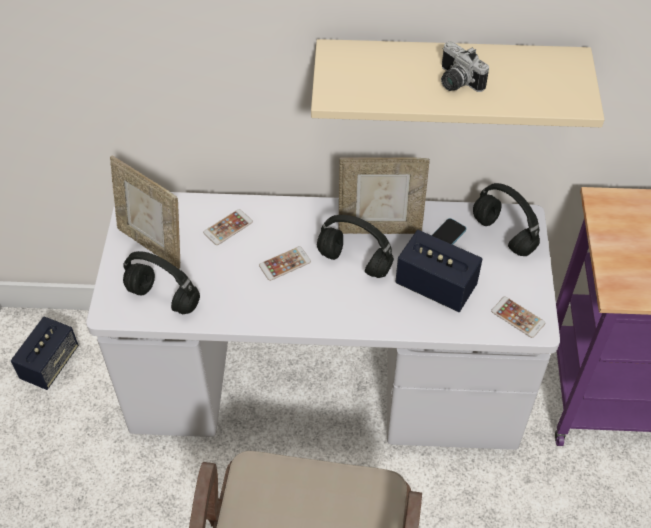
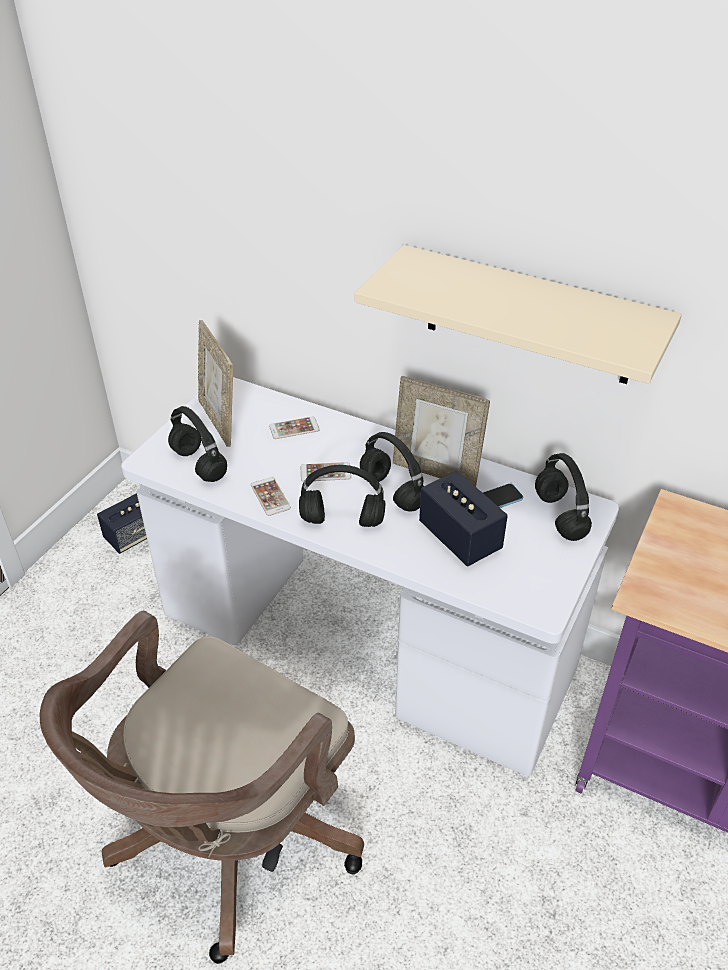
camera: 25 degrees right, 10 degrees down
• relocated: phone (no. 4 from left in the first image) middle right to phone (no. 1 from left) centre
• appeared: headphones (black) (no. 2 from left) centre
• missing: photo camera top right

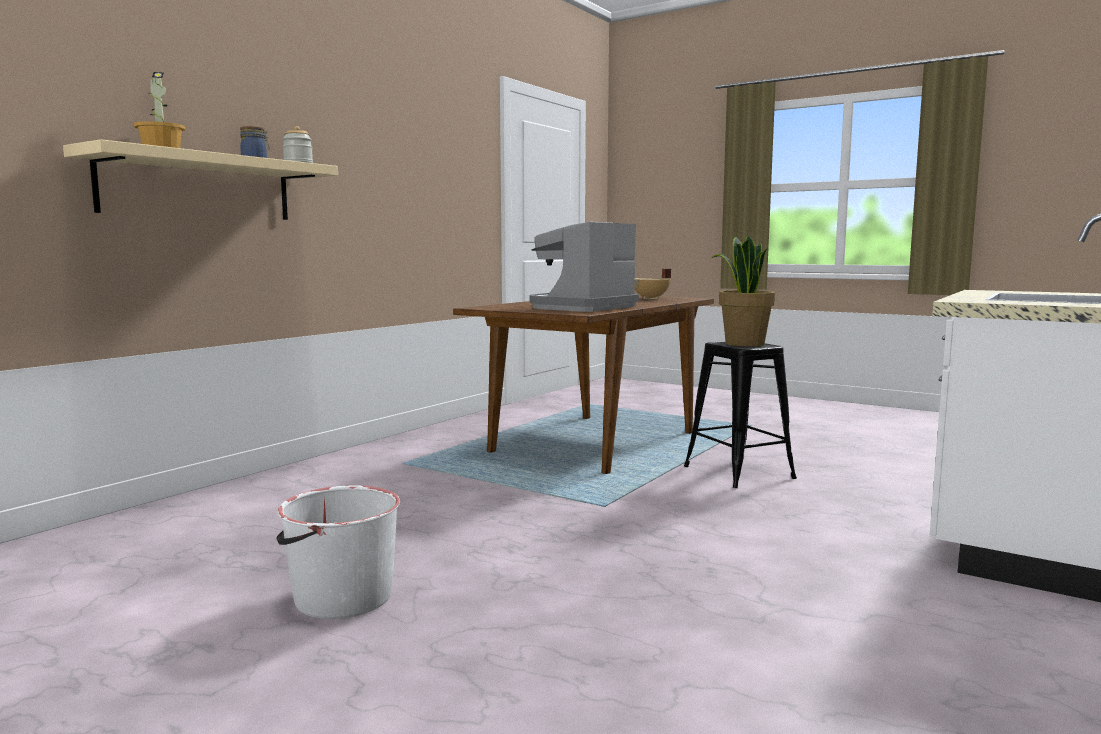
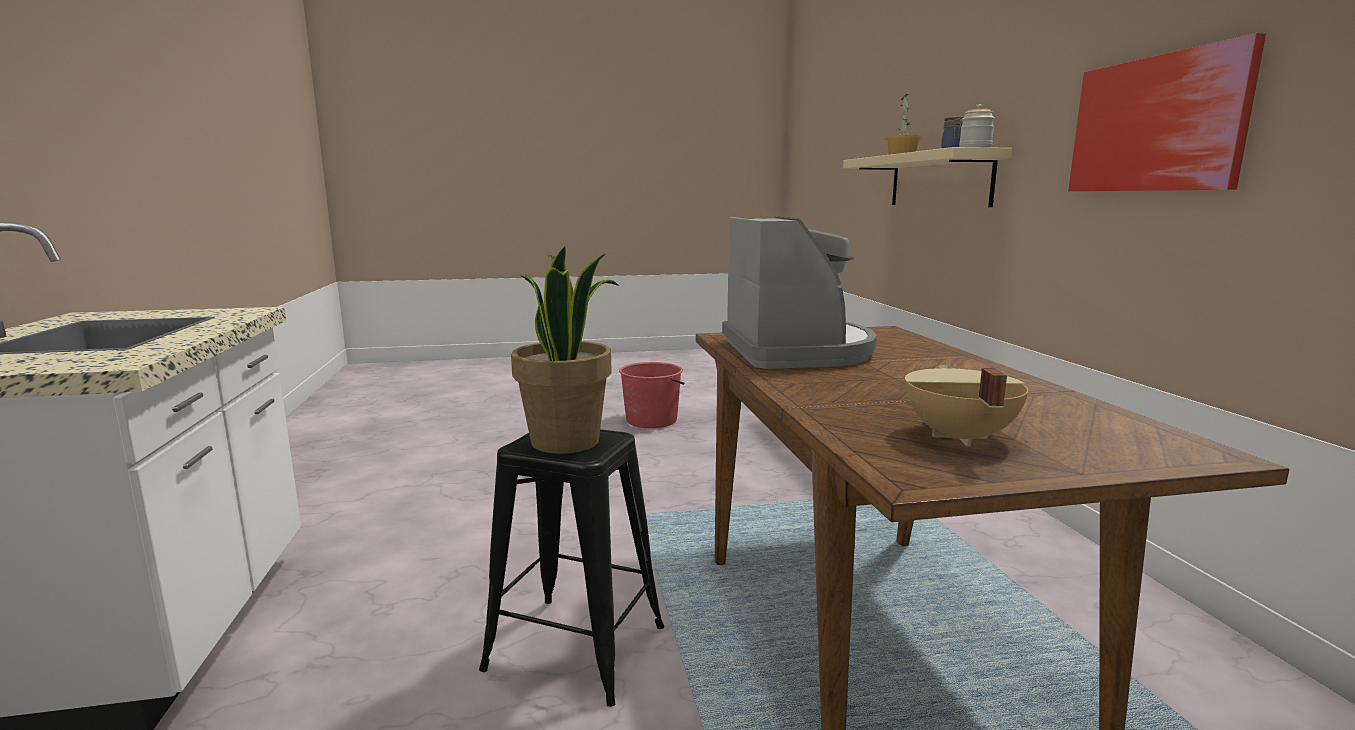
camera: 135 degrees right, 5 degrees up
• colour: bucket (white) bottom left to bucket (red) centre
• appeared: picture top right

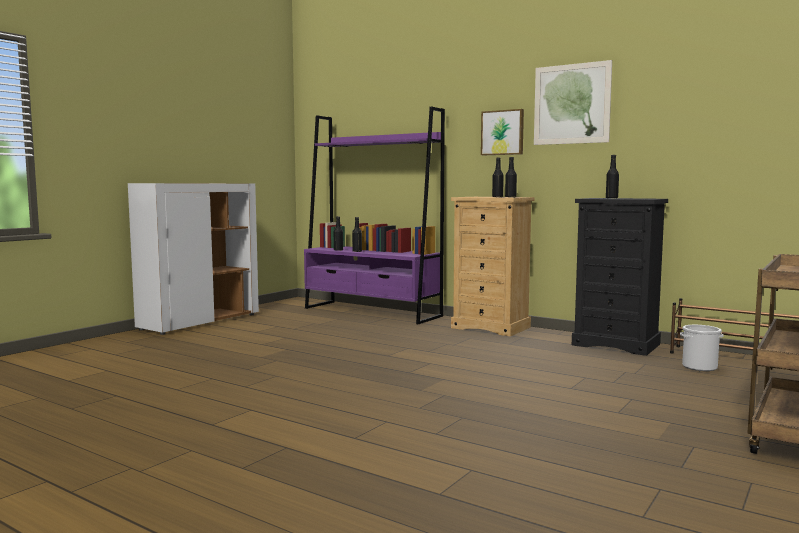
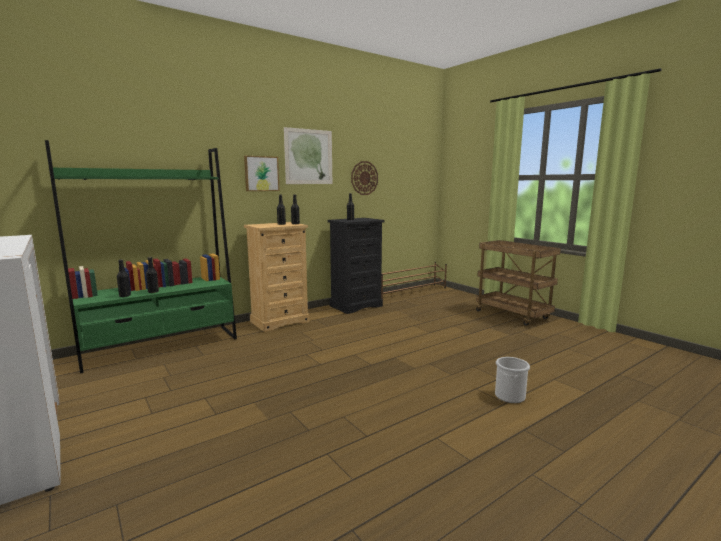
camera: 70 degrees left, 5 degrees up
• colour: bookcase (purple) centre to bookcase (green) middle left
• appeared: wall clock top centre
• relocated: bucket middle right to bottom right

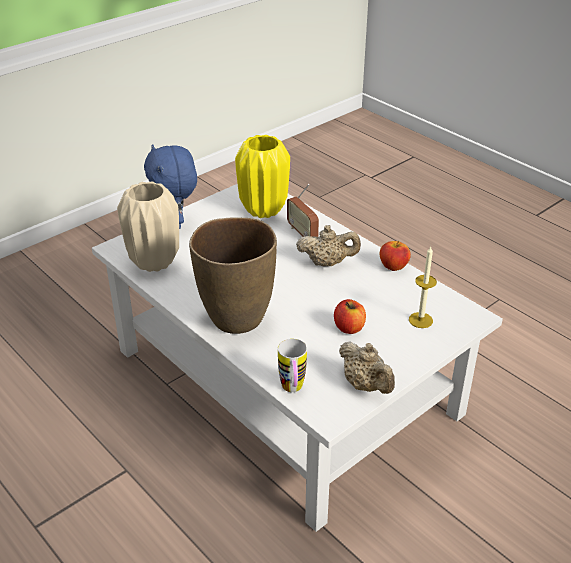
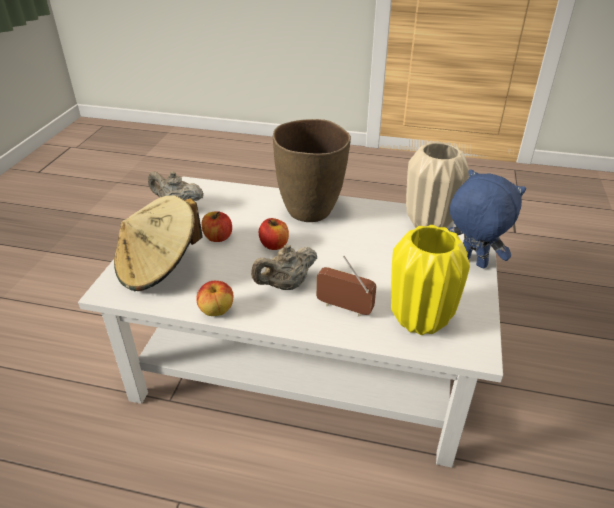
camera: 145 degrees right, 0 degrees up
• exchanged: candle middle right to hat (beige) middle left
• appeared: apple (no. 3 from left) centre
• missing: mug centre

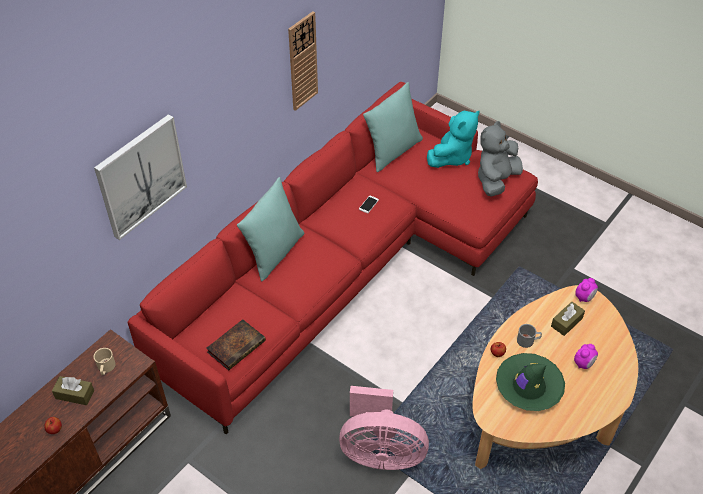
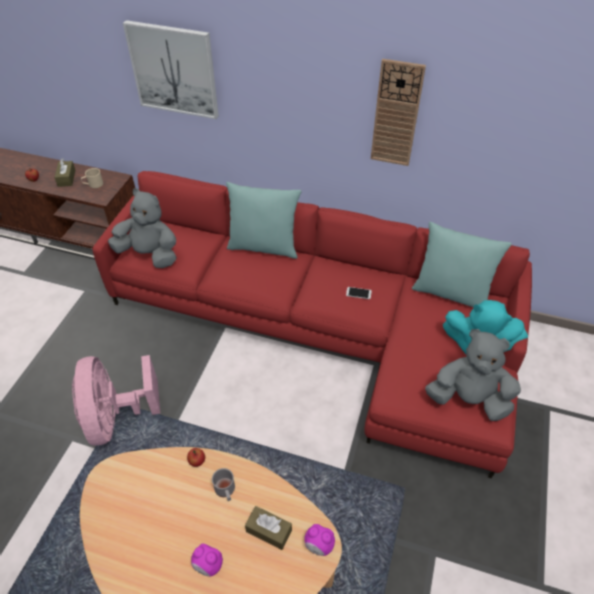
camera: 70 degrees right, 0 degrees up
• exchanged: book bottom centre to plush toy (grey) (no. 1 from left) middle left
• missing: hat (green) bottom right

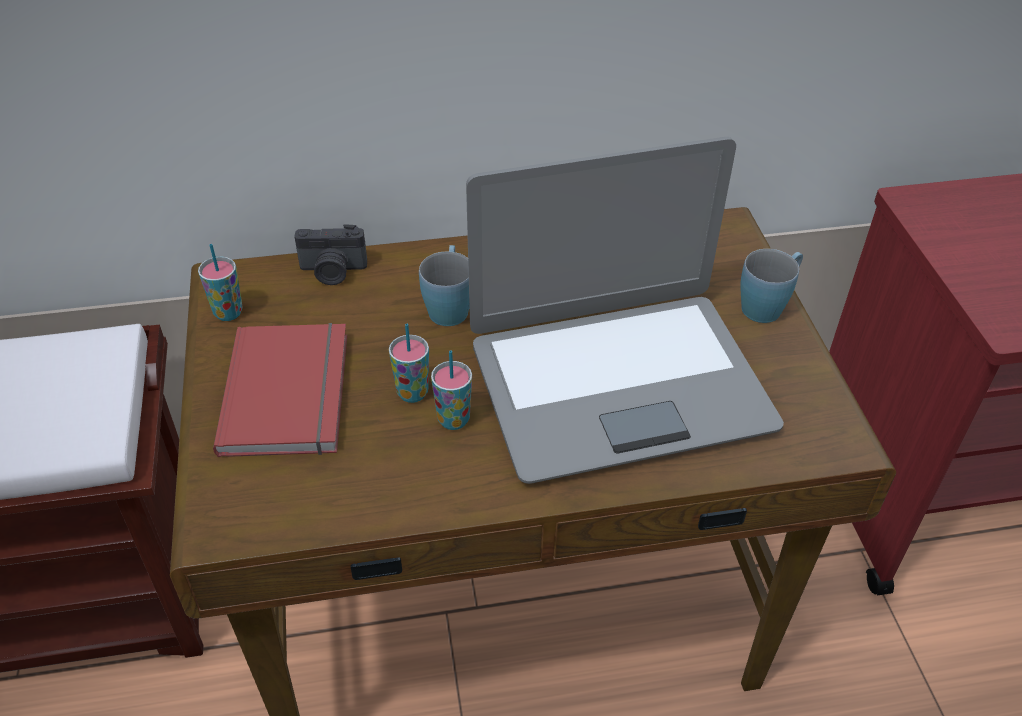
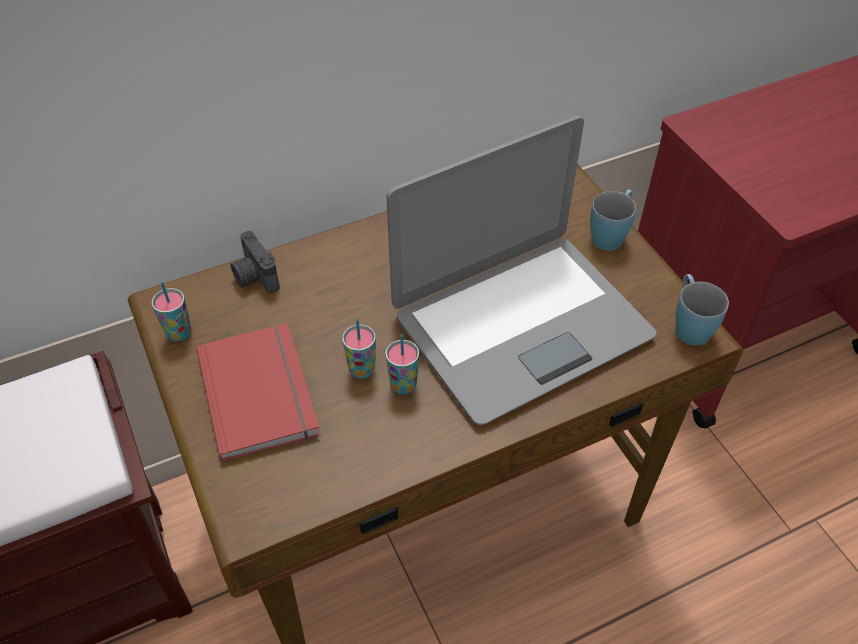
camera: 15 degrees left, 5 degrees up
• spun: photo camera middle left = middle left 75 degrees clockwise
• relocated: mug (blue) (no. 1 from left in the first image) centre to mug (blue) (no. 2 from left) middle right

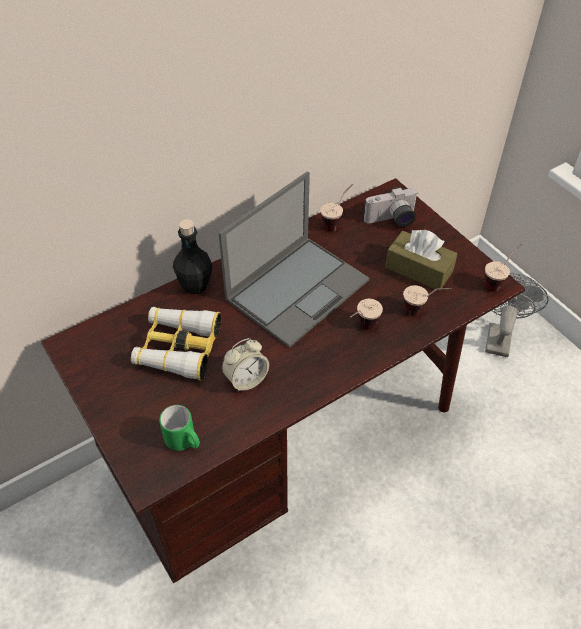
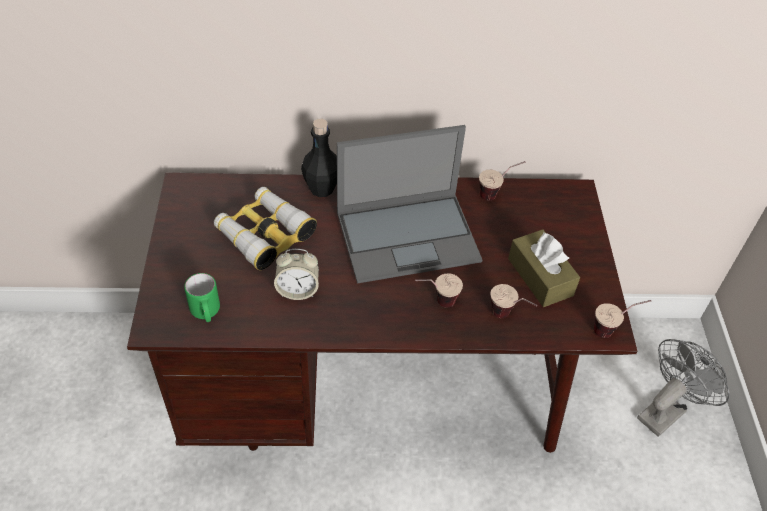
camera: 30 degrees right, 0 degrees up
• missing: photo camera top right

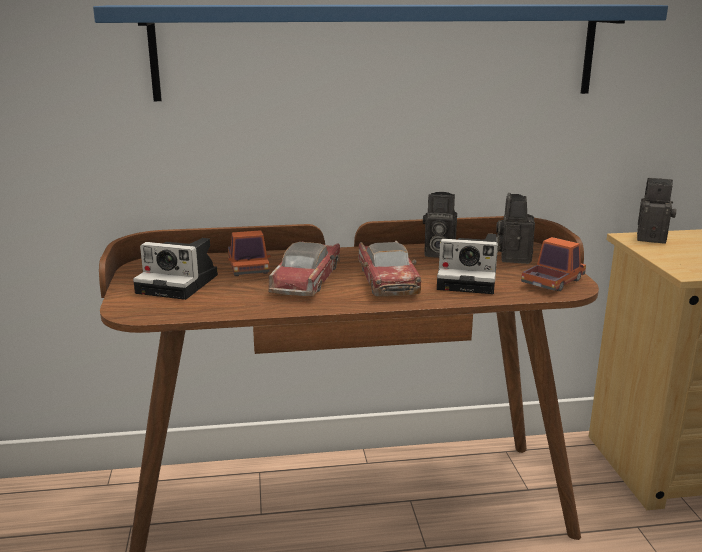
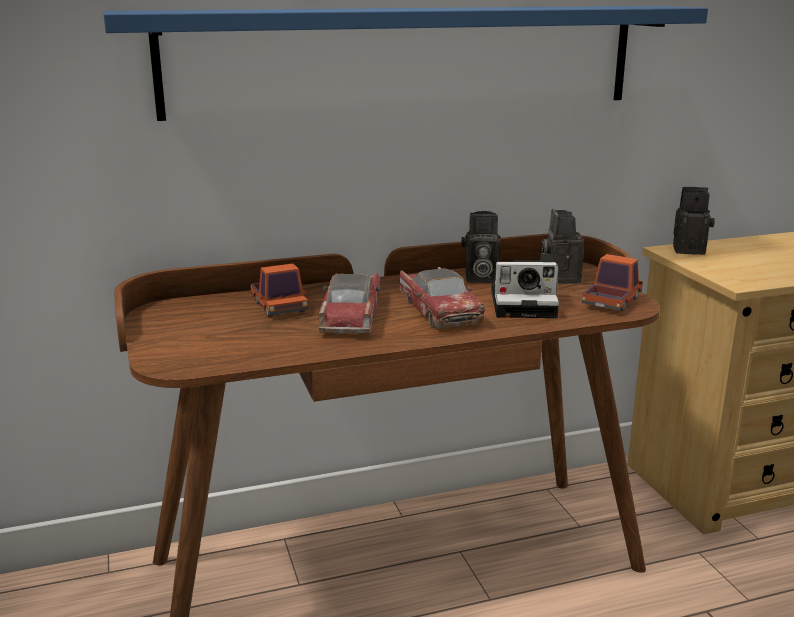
camera: 10 degrees left, 0 degrees up
• missing: photo camera (no. 1 from left) middle left

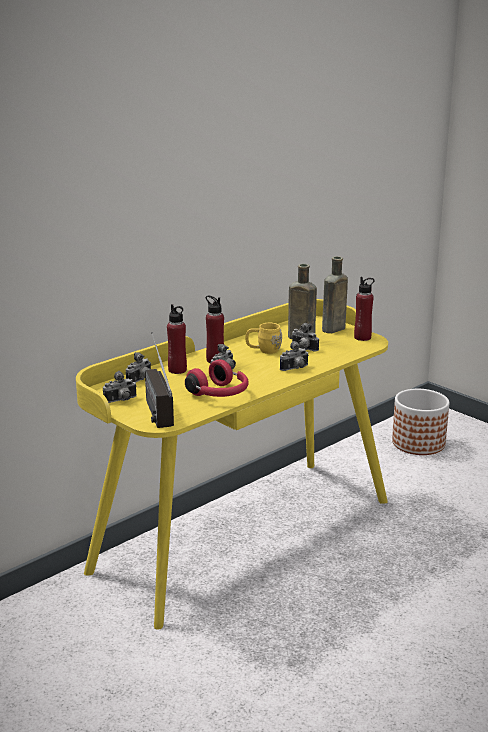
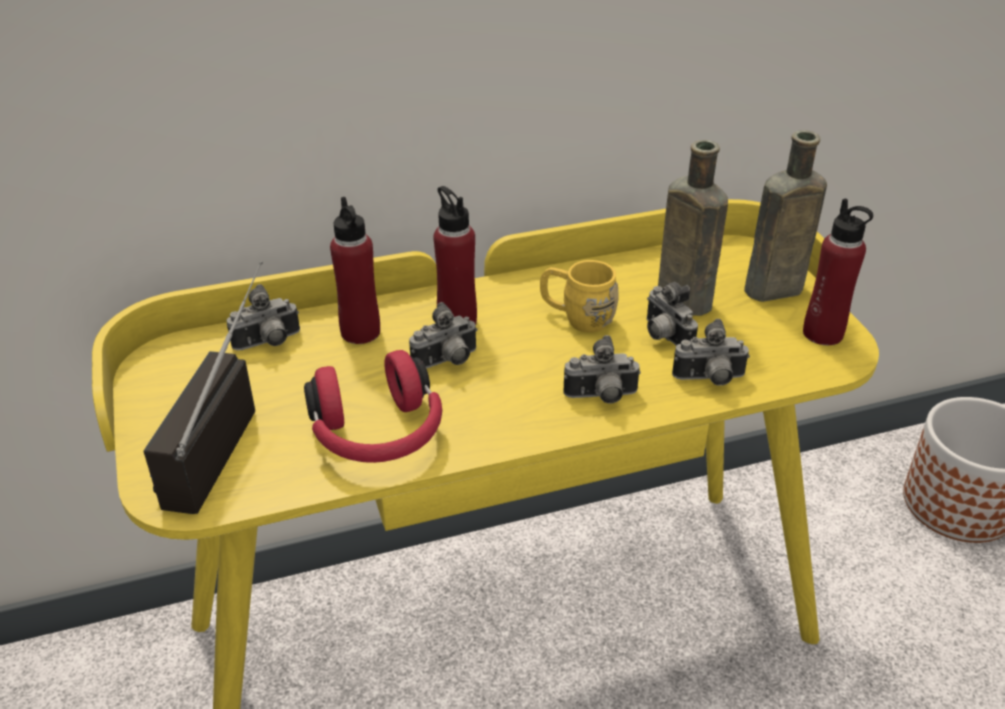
camera: 25 degrees right, 15 degrees up
• relocated: photo camera (no. 1 from left in the first image) middle left to photo camera (no. 5 from left) middle right

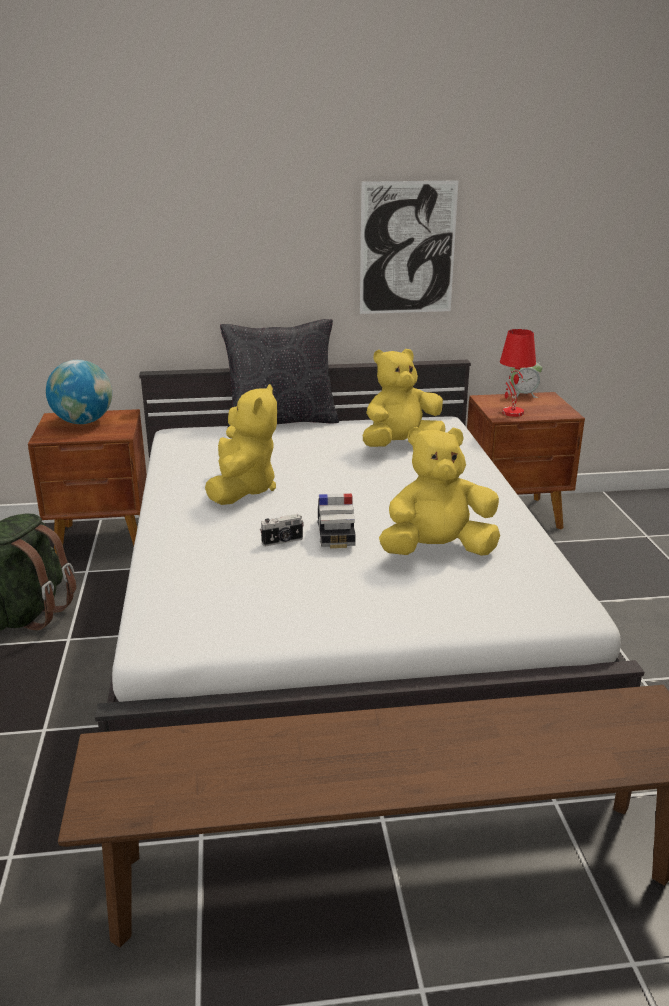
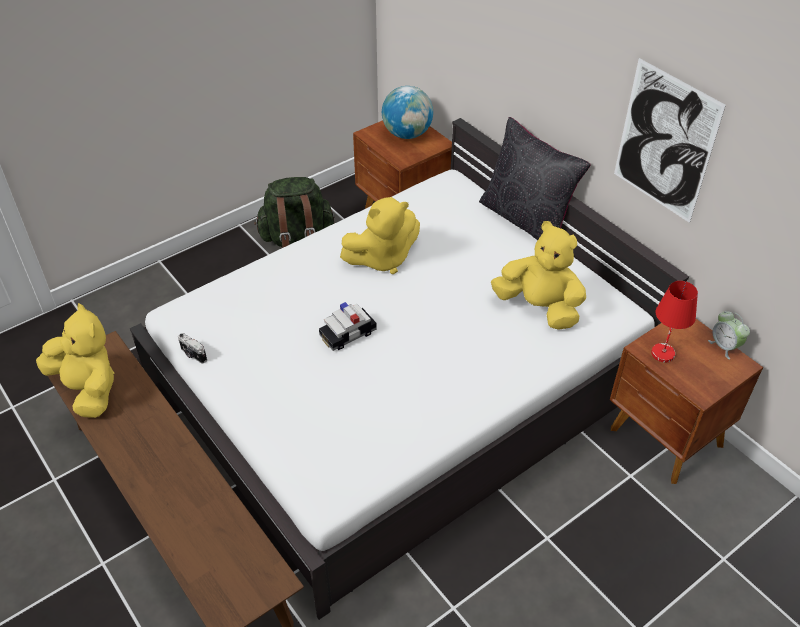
camera: 60 degrees right, 20 degrees up
• relocated: plush toy (yellow) (no. 3 from left in the first image) centre to plush toy (yellow) (no. 1 from left) middle left
• relocated: photo camera centre to middle left

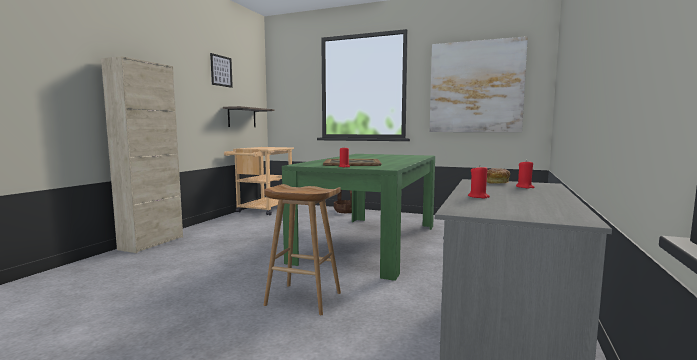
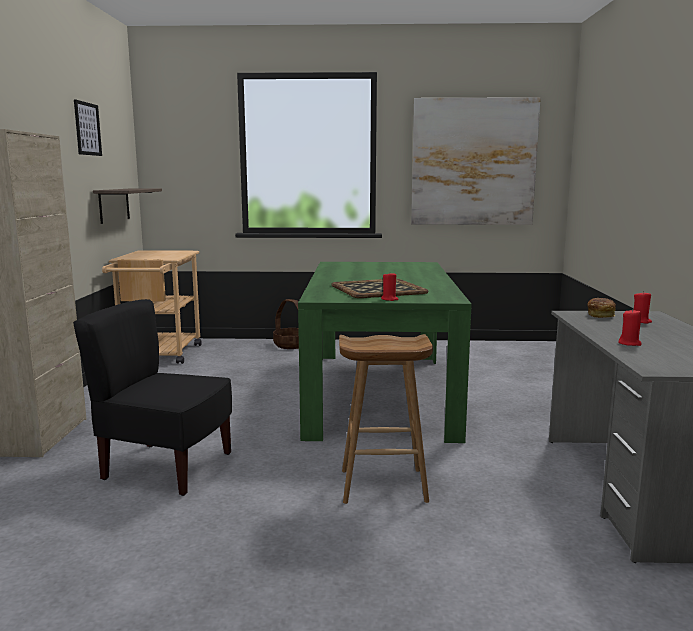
camera: 20 degrees left, 5 degrees up
• appeared: chair (black) middle left

